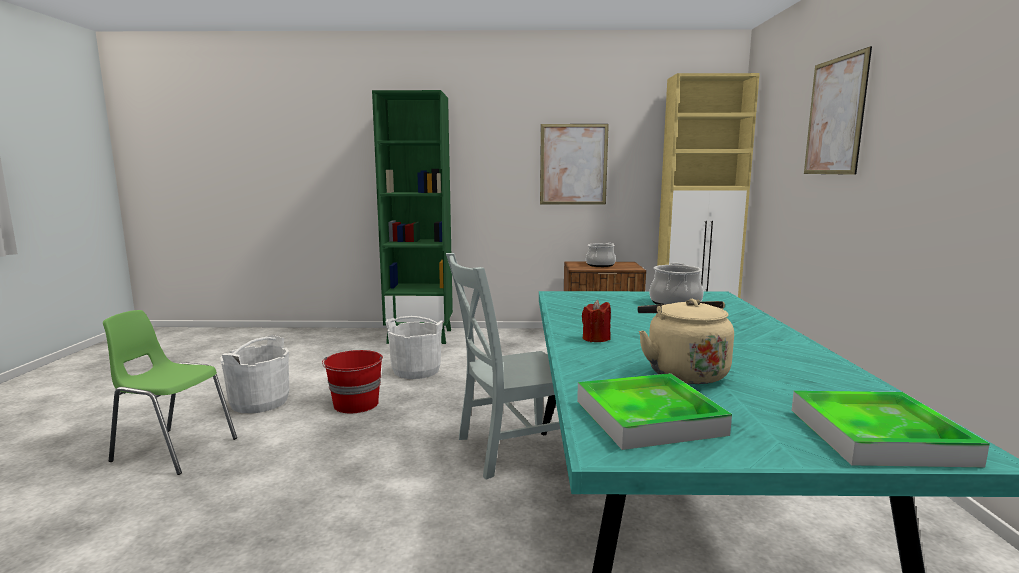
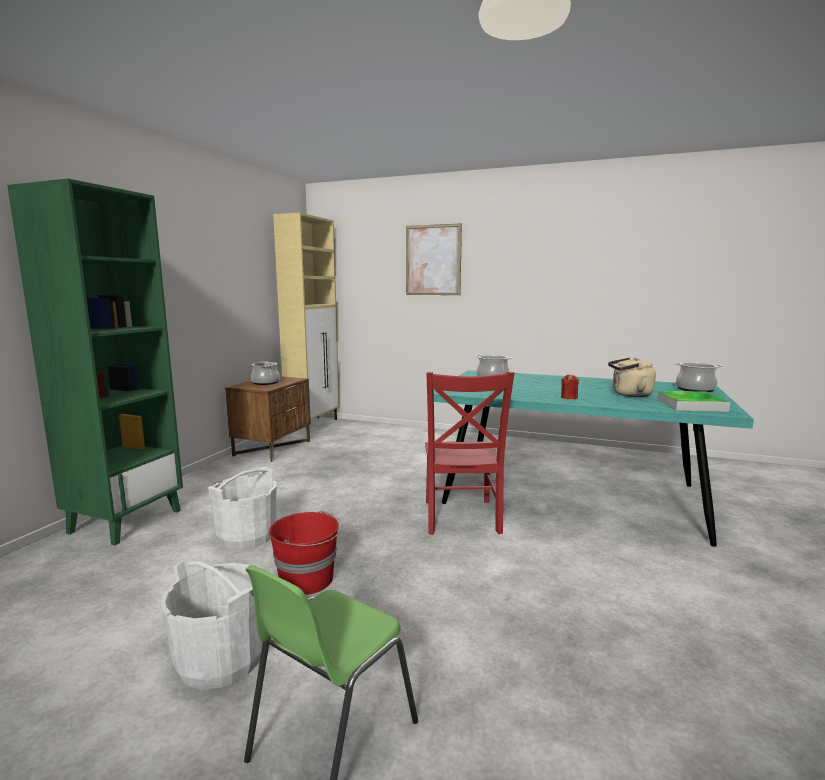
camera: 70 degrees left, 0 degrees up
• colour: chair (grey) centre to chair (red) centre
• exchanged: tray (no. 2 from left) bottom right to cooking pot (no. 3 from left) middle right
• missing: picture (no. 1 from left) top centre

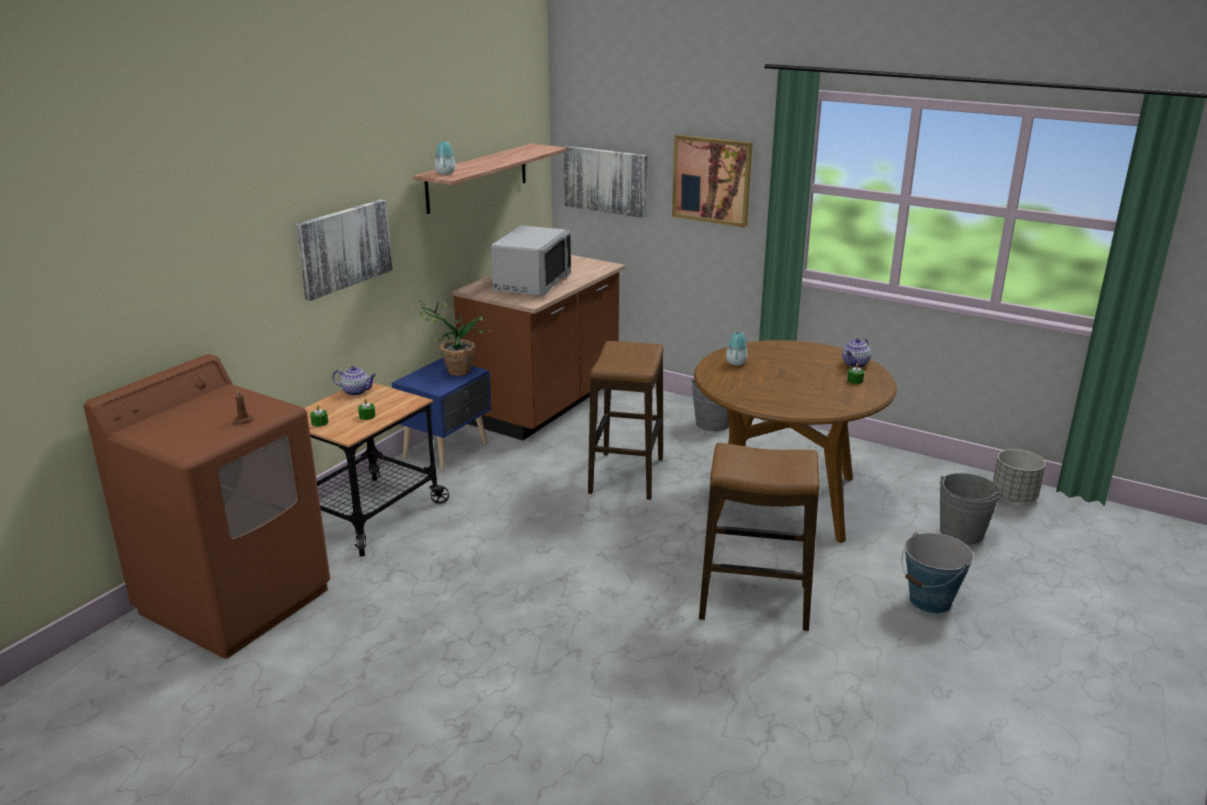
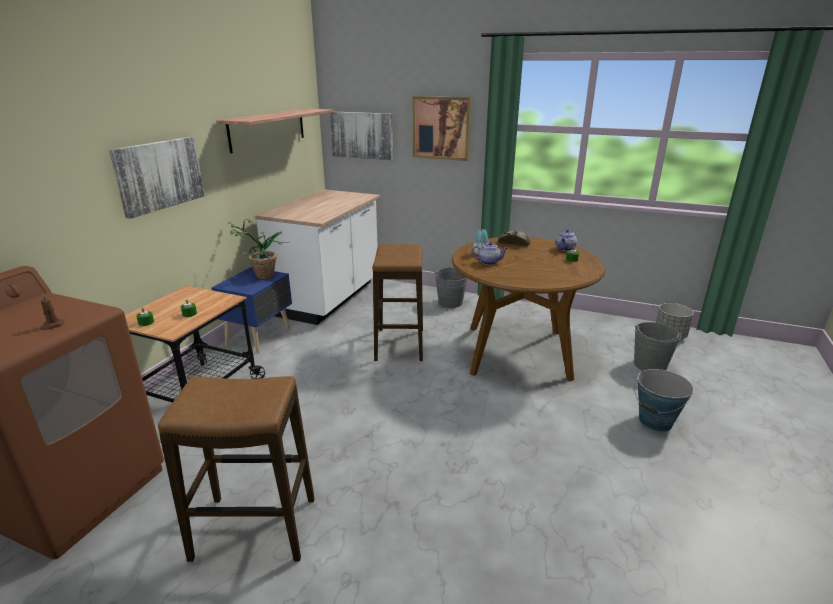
camera: 10 degrees left, 0 degrees up
• relocated: stool (no. 2 from left in the first image) bottom centre to stool (no. 1 from left) bottom left
• colour: counter (brown) centre to counter (white) centre
• relocated: teapot (no. 1 from left) middle left to centre
• appeared: bread centre
• missing: vase (no. 1 from left) top centre
• missing: microwave (grey) top centre

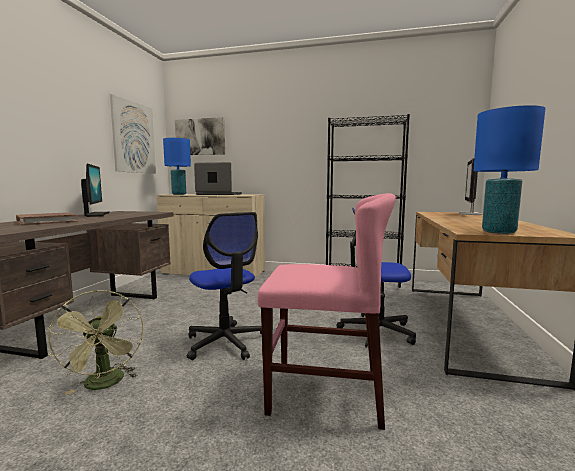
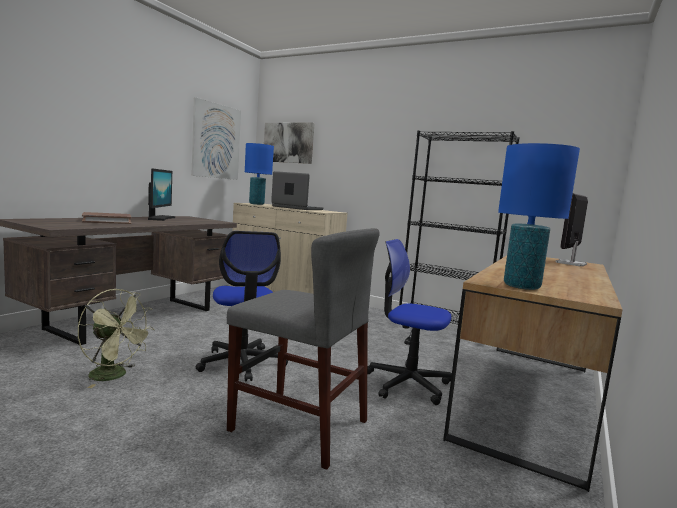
camera: 15 degrees right, 0 degrees up
• spun: fan (green) bottom left = middle left 60 degrees counterclockwise
• colour: chair (pink) centre to chair (grey) bottom centre

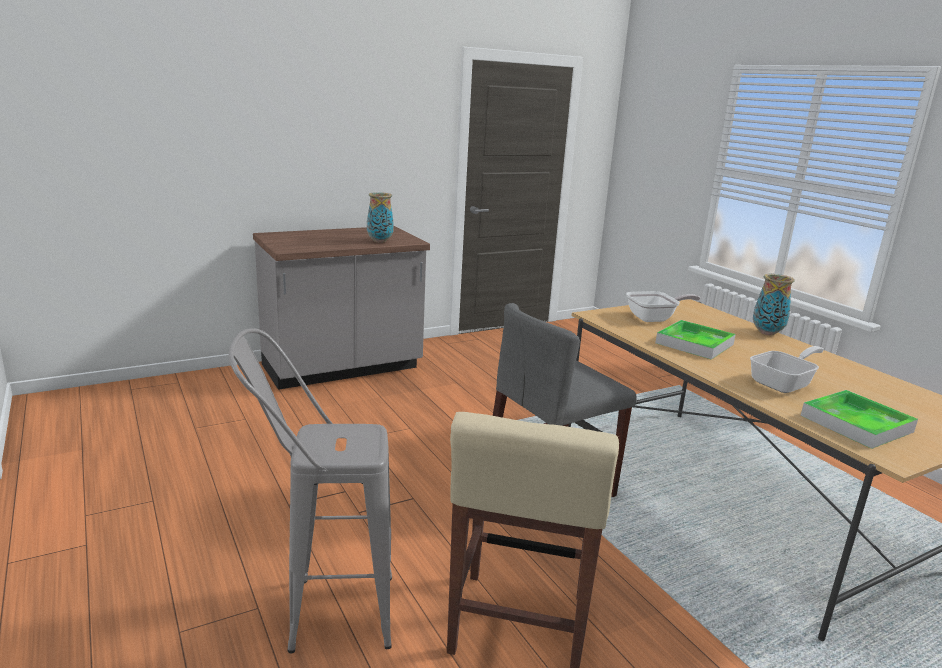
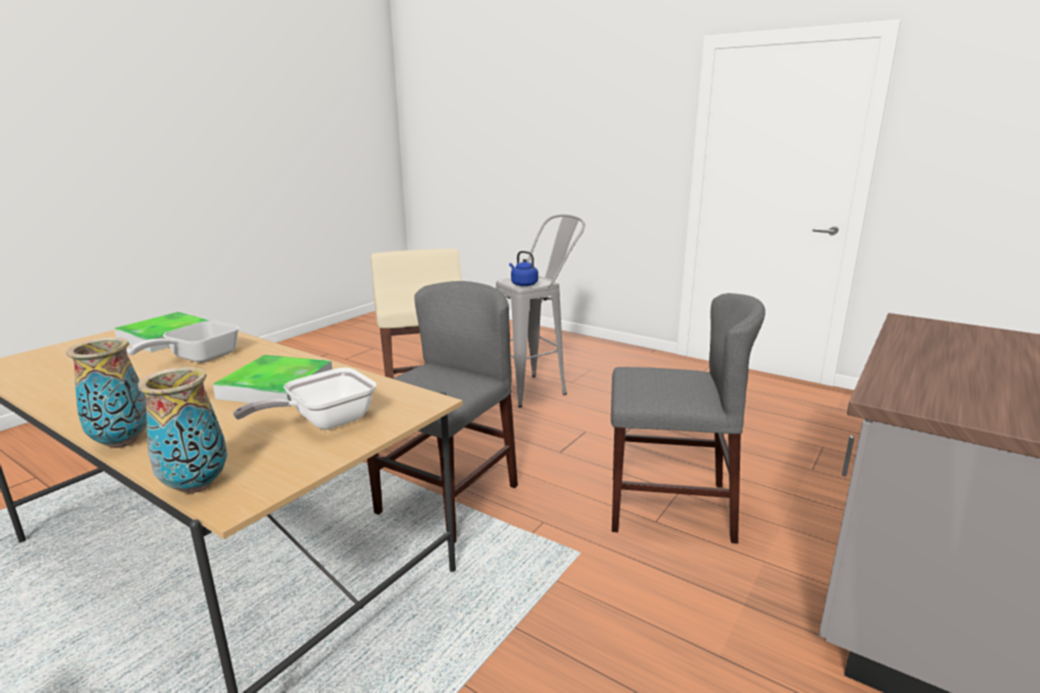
camera: 155 degrees right, 0 degrees up
• relocated: vase (no. 1 from left in the first image) top centre to vase (no. 2 from left) middle left
• appeared: kettle (blue) centre
• appeared: chair (grey) (no. 2 from left) centre

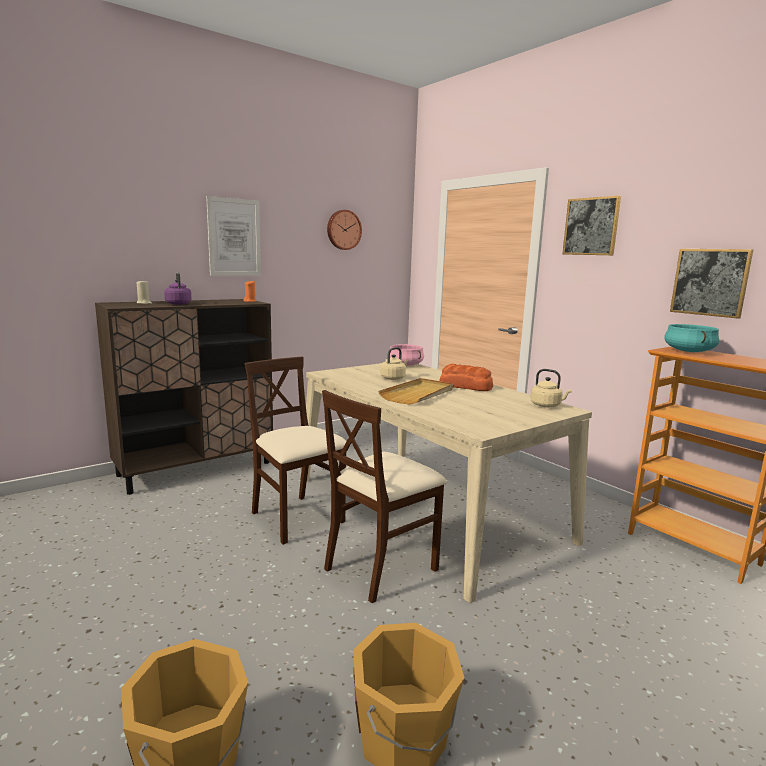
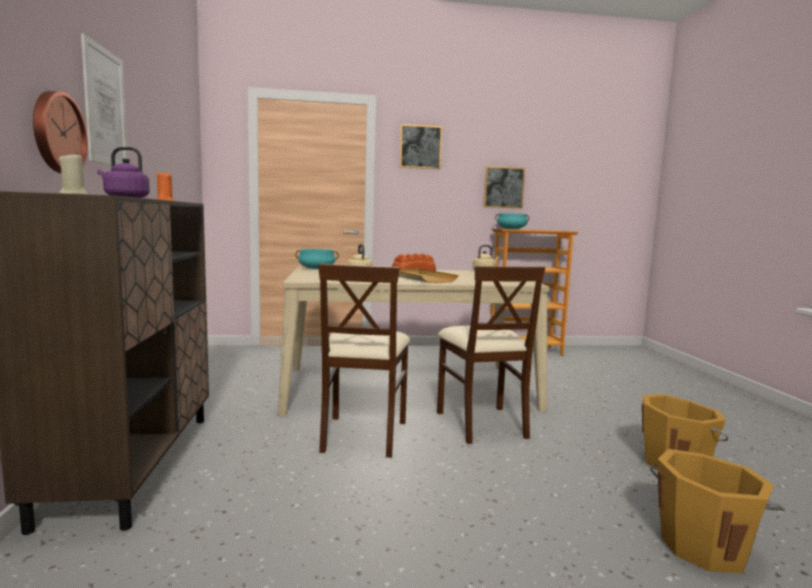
camera: 60 degrees left, 5 degrees down
• relocated: wall clock top centre to top left
• colour: cooking pot (pink) centre to cooking pot (turquoise) (no. 1 from left) centre
• spun: chair (beige) (no. 1 from left) centre = centre 75 degrees counterclockwise

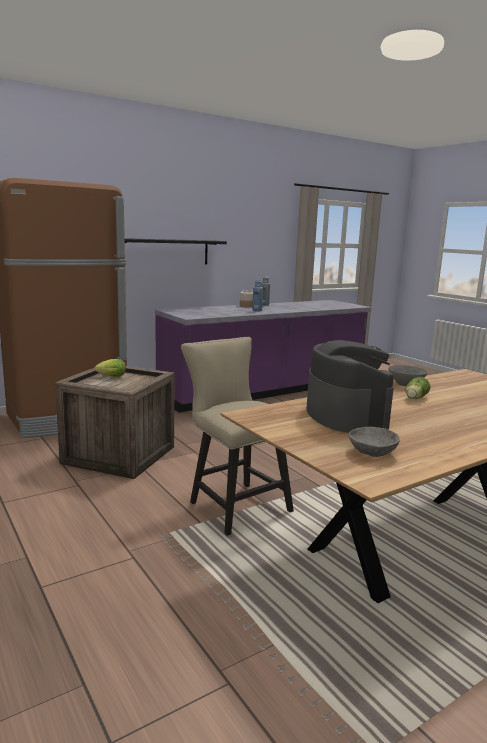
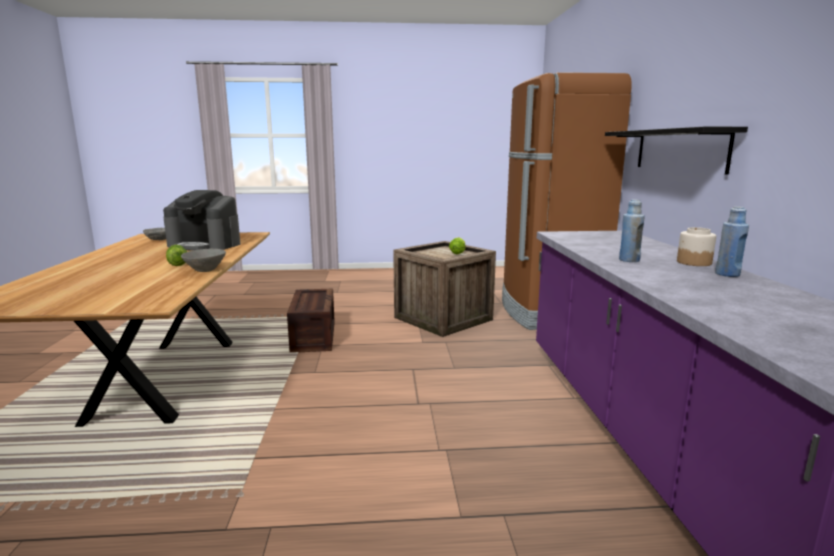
camera: 120 degrees right, 0 degrees up
• exchanged: chair (beige) centre to crate (no. 1 from left) centre

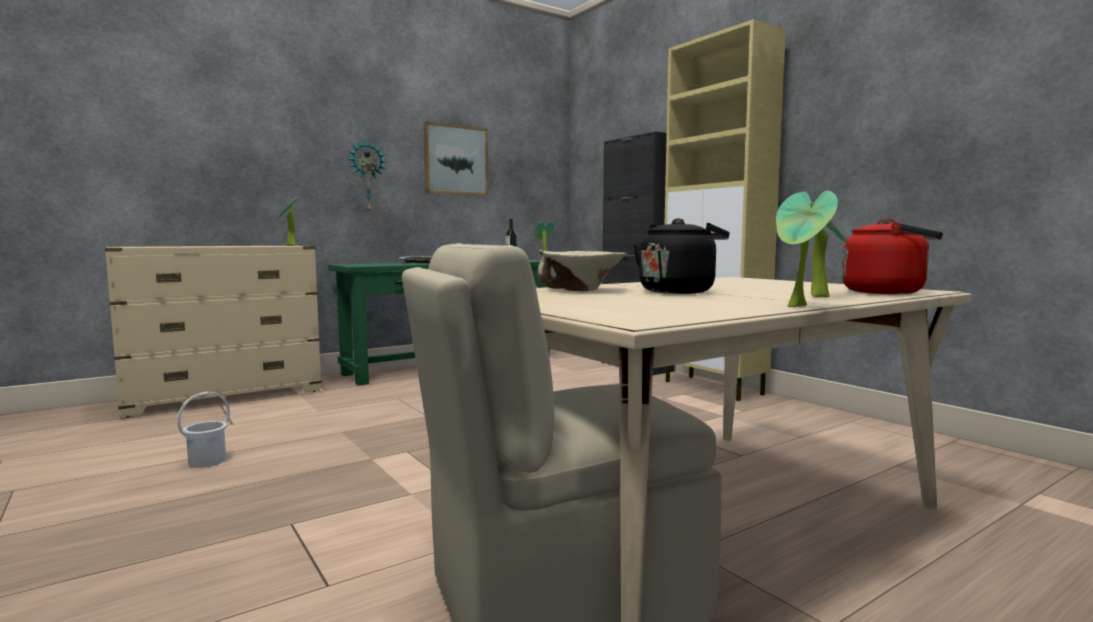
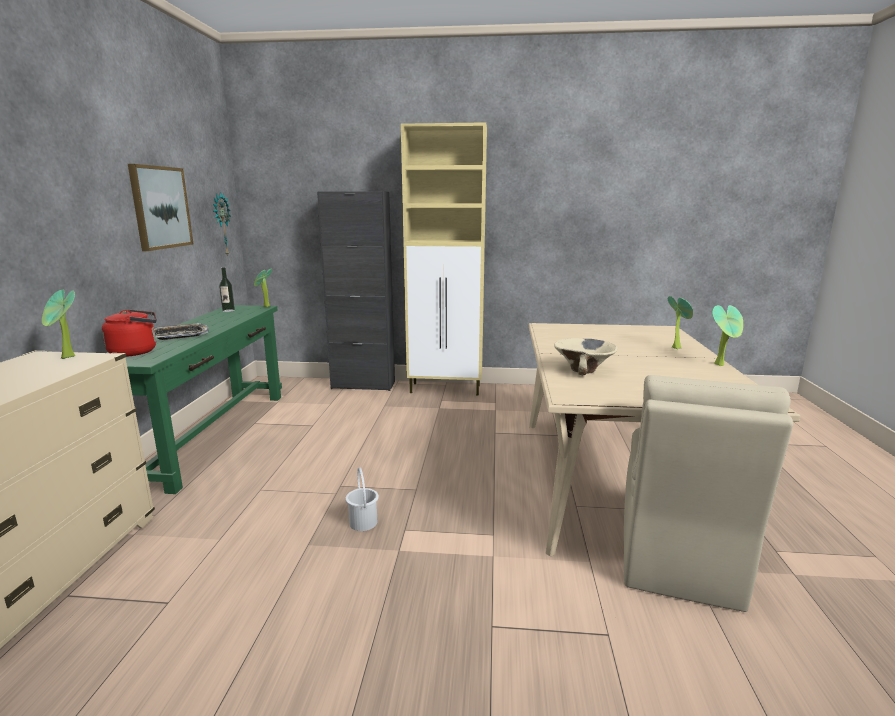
camera: 50 degrees left, 10 degrees up
• relocated: kettle (red) middle right to middle left
• relocated: wall clock top centre to top left
• relocated: bucket (white) bottom left to bottom centre
• missing: kettle (black) centre

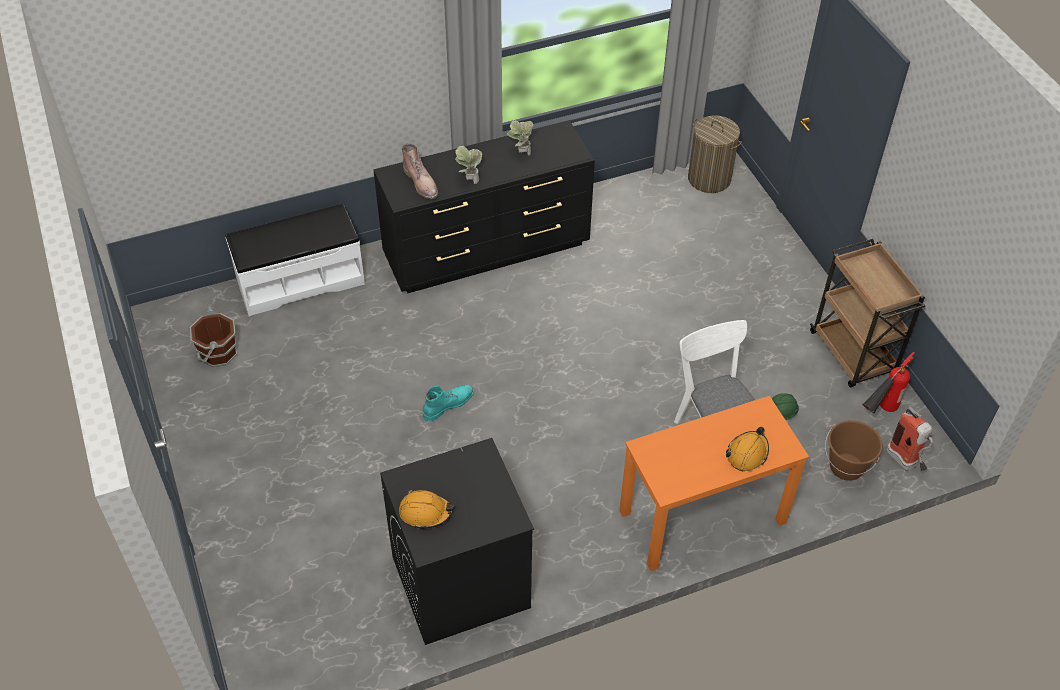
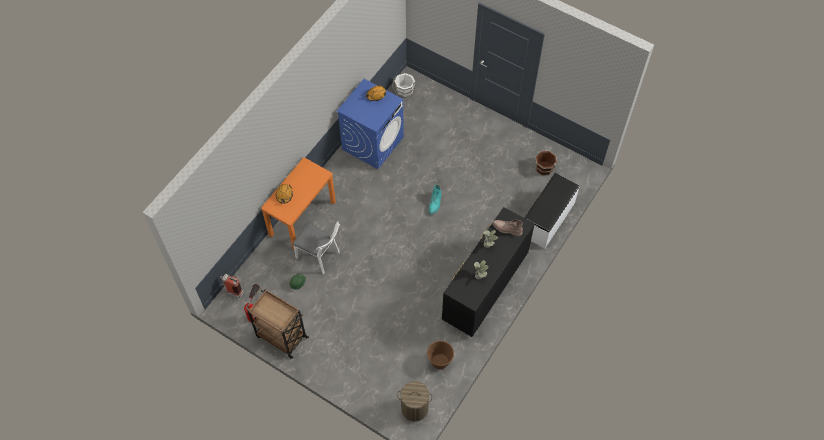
camera: 145 degrees right, 10 degrees up
• colour: washing machine (black) bottom centre to washing machine (blue) top centre
• appeared: bucket (white) top centre
• relocated: bucket (brown) (no. 2 from left in the first image) middle right to bucket (brown) (no. 1 from left) bottom centre

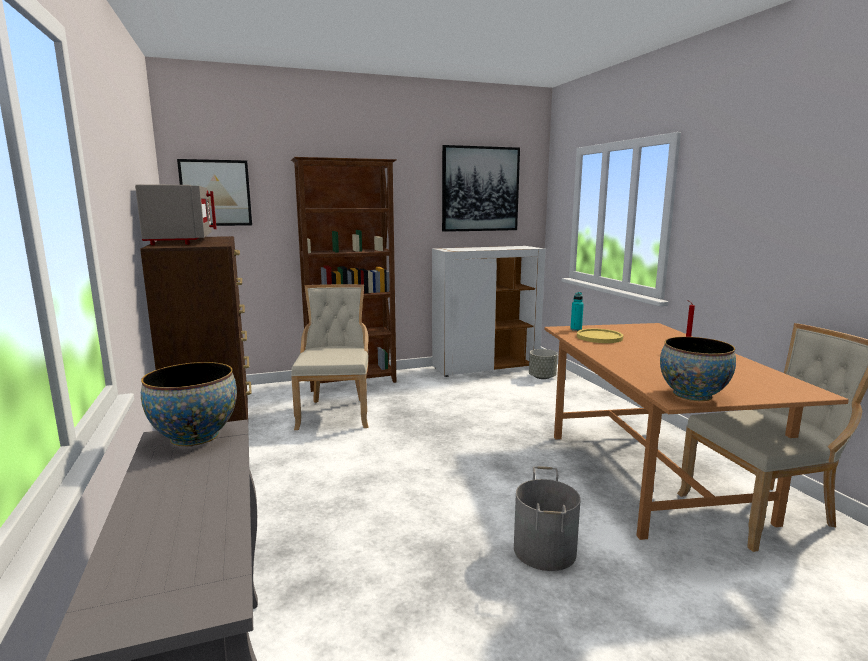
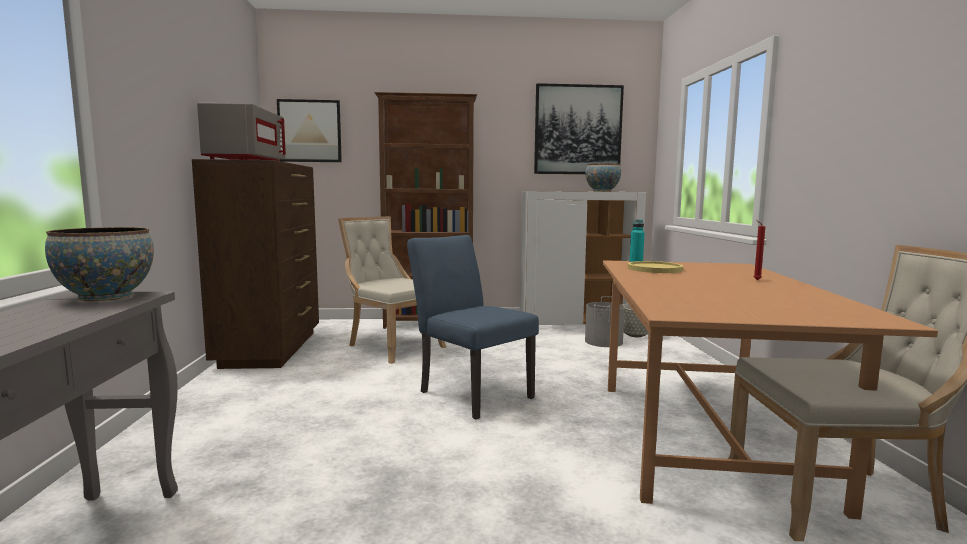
camera: 15 degrees right, 5 degrees down
• spun: chair (beige) (no. 1 from left) centre = centre 60 degrees counterclockwise
• appeared: chair (blue) centre
• relocated: bowl (no. 2 from left) middle right to top centre
• relocated: bucket (grey) bottom centre to centre

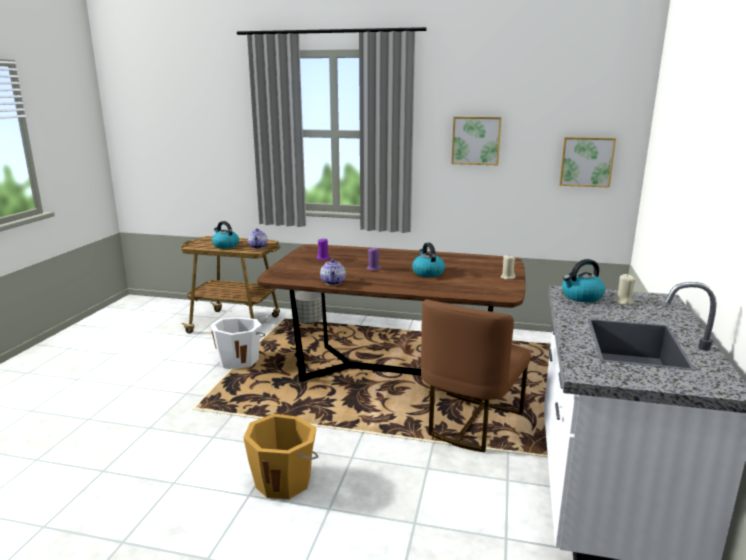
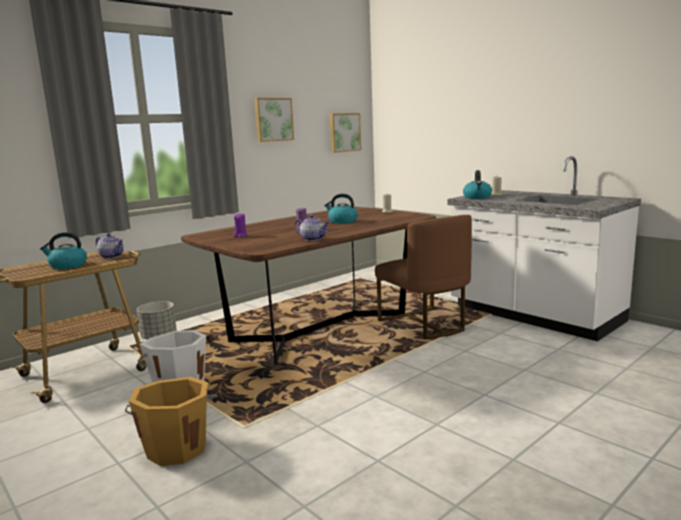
camera: 55 degrees left, 5 degrees down
• relocated: bucket (orange) bottom centre to bottom left

